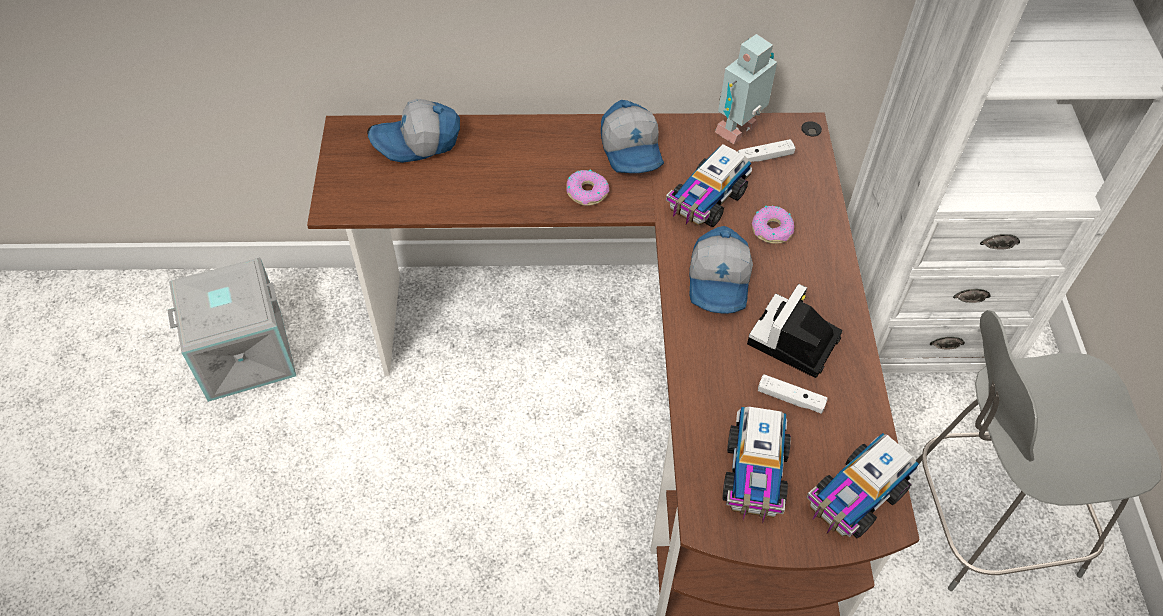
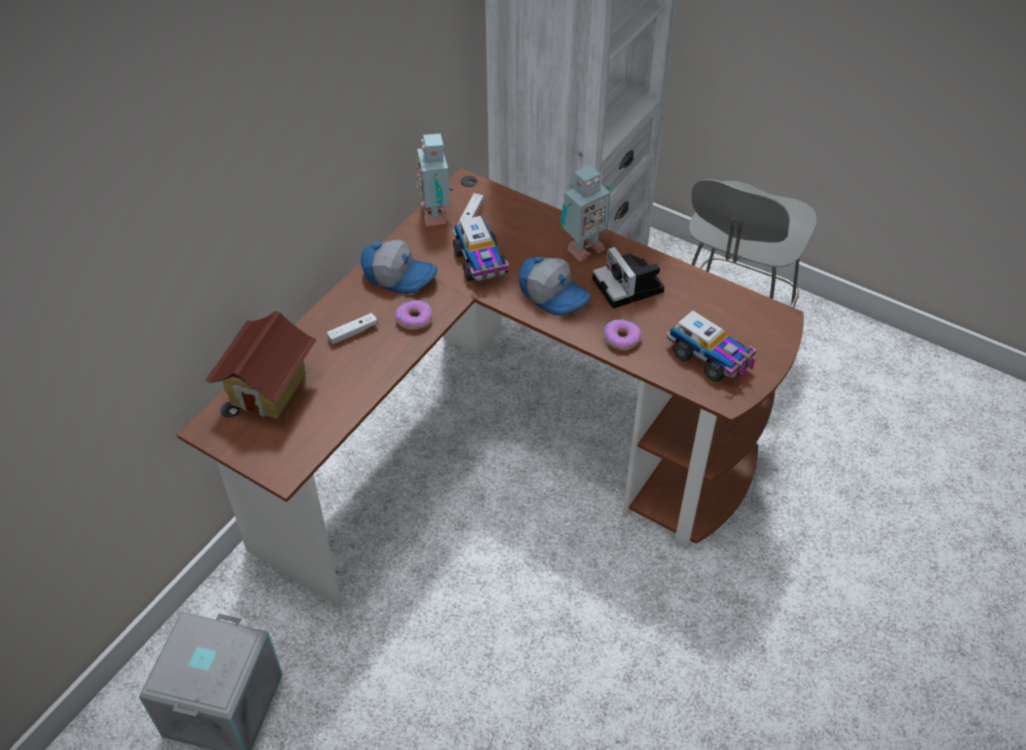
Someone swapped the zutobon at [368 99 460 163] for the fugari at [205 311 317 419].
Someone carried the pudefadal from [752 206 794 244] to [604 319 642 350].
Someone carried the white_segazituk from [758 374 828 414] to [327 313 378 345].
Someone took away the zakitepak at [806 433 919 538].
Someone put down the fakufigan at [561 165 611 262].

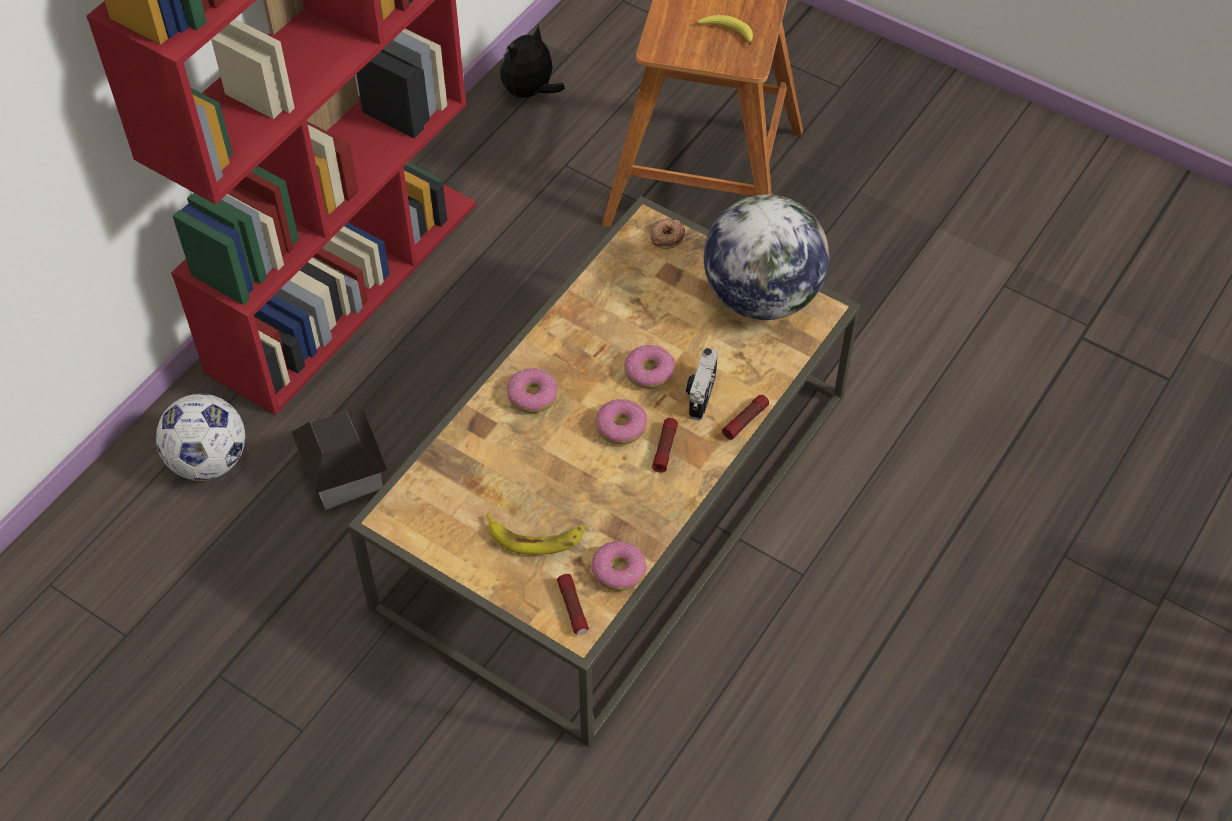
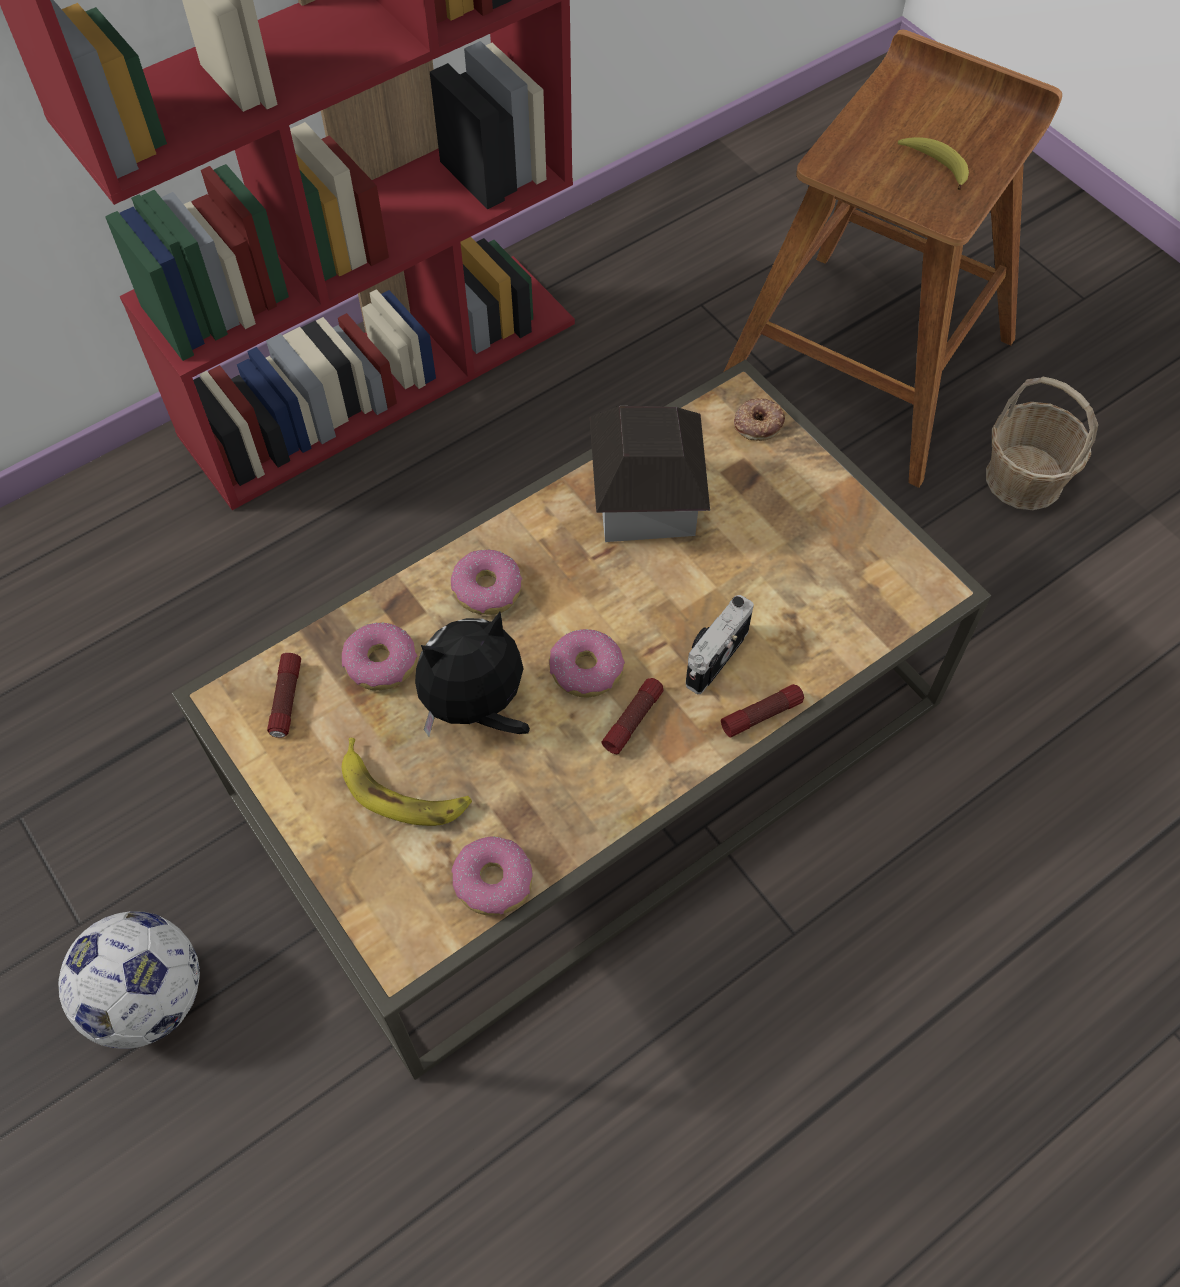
Someone carried the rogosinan from [500 25 565 101] to [415 612 530 736].
Someone took away the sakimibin at [704 194 829 320].
Someone carried the pudefadal from [624 345 675 389] to [342 622 418 691].
Someone carried the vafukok from [156 393 245 481] to [58 911 200 1049].
Someone carried the fugari from [291 409 388 509] to [590 406 710 542].
Someone carried the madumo from [557 574 589 635] to [267 653 301 738].
Someone put down the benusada at [986 377 1098 510].

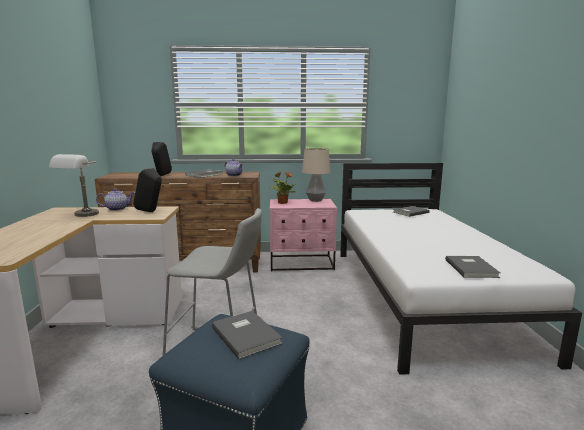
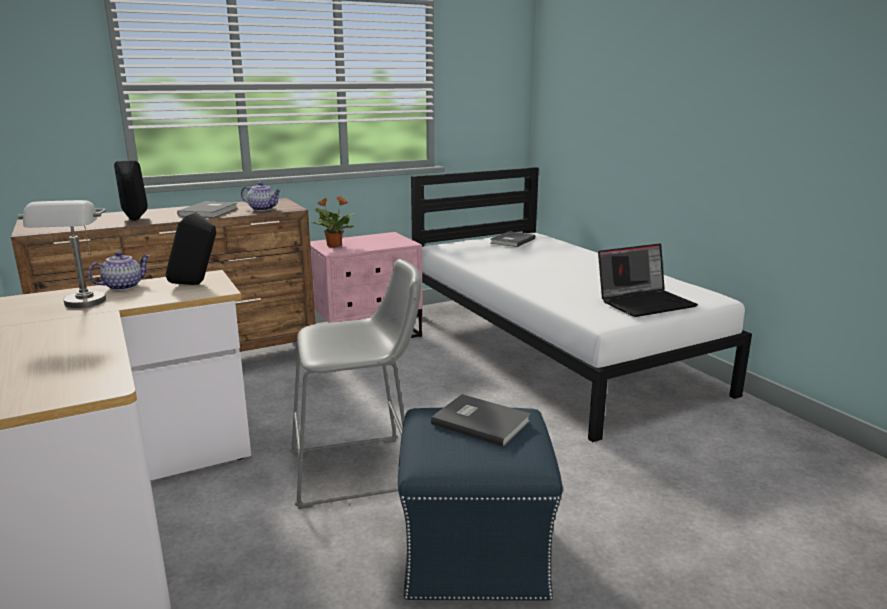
Someone took away the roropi at [302 148 331 202].
Someone swapped the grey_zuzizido at [445 256 500 278] for the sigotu at [598 243 698 317].

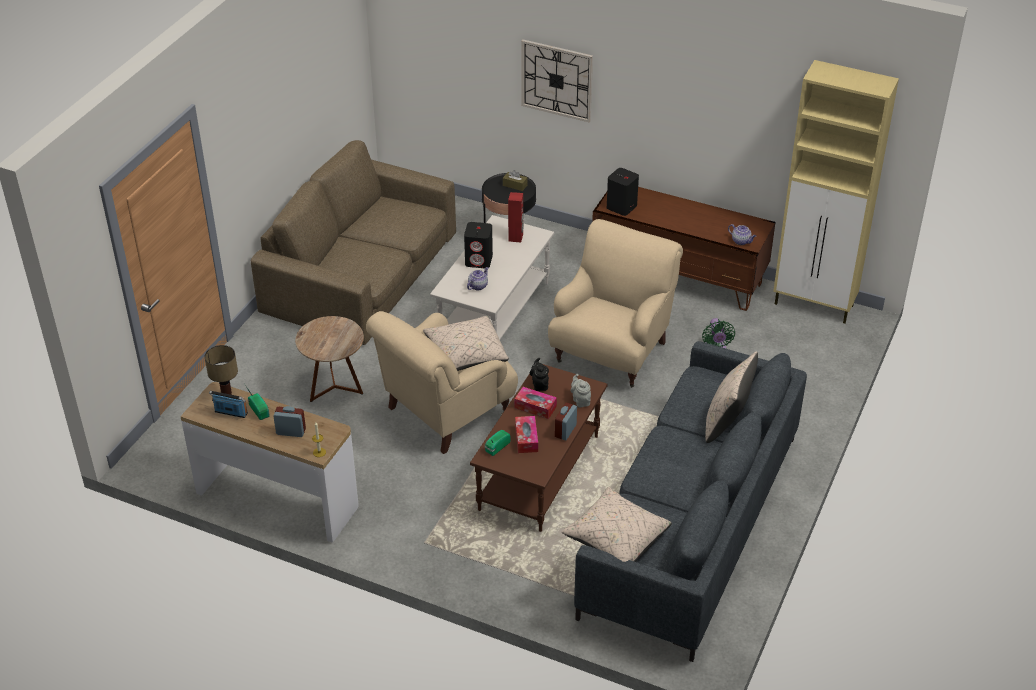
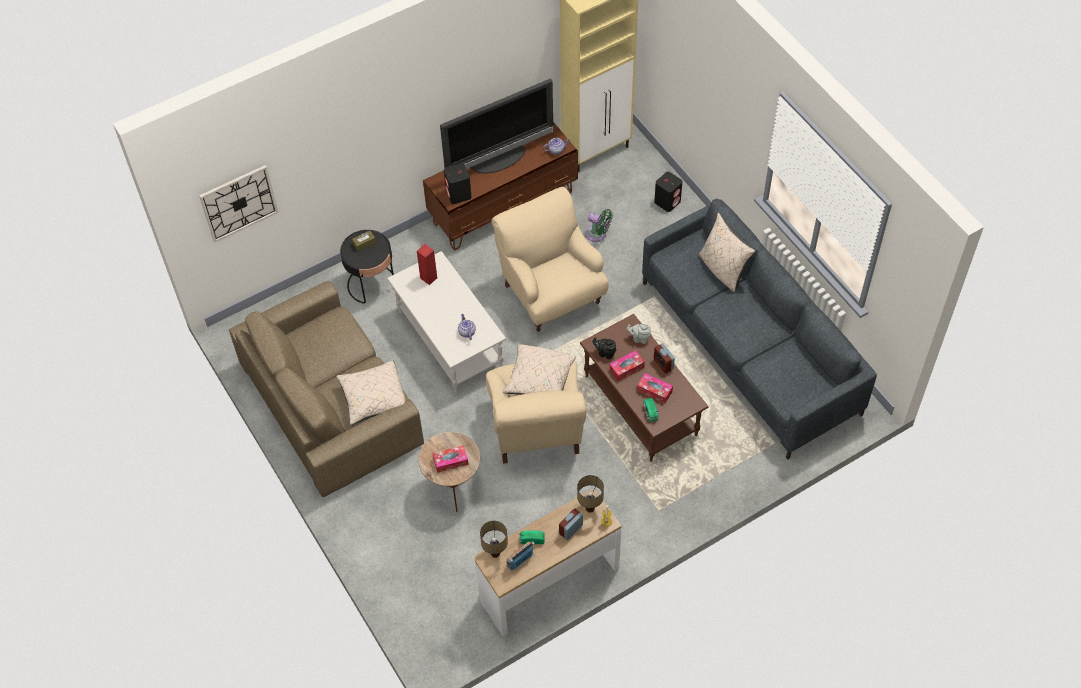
Someone carried the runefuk from [521 40 593 122] to [199 165 278 242].
Someone carried the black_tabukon from [464 222 493 268] to [654 172 683 212].
Someone carried the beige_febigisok from [562 487 672 562] to [336 360 406 425].
Someone put down the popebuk at [440 78 553 174].
Someone put down the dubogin at [433 445 469 473].
Someone put down the roropi at [577 475 604 513].

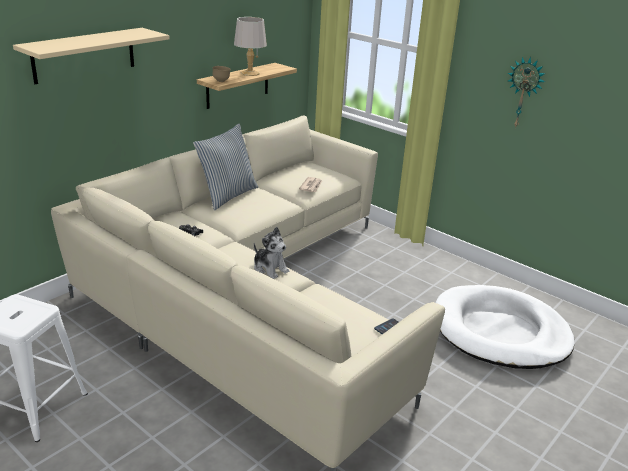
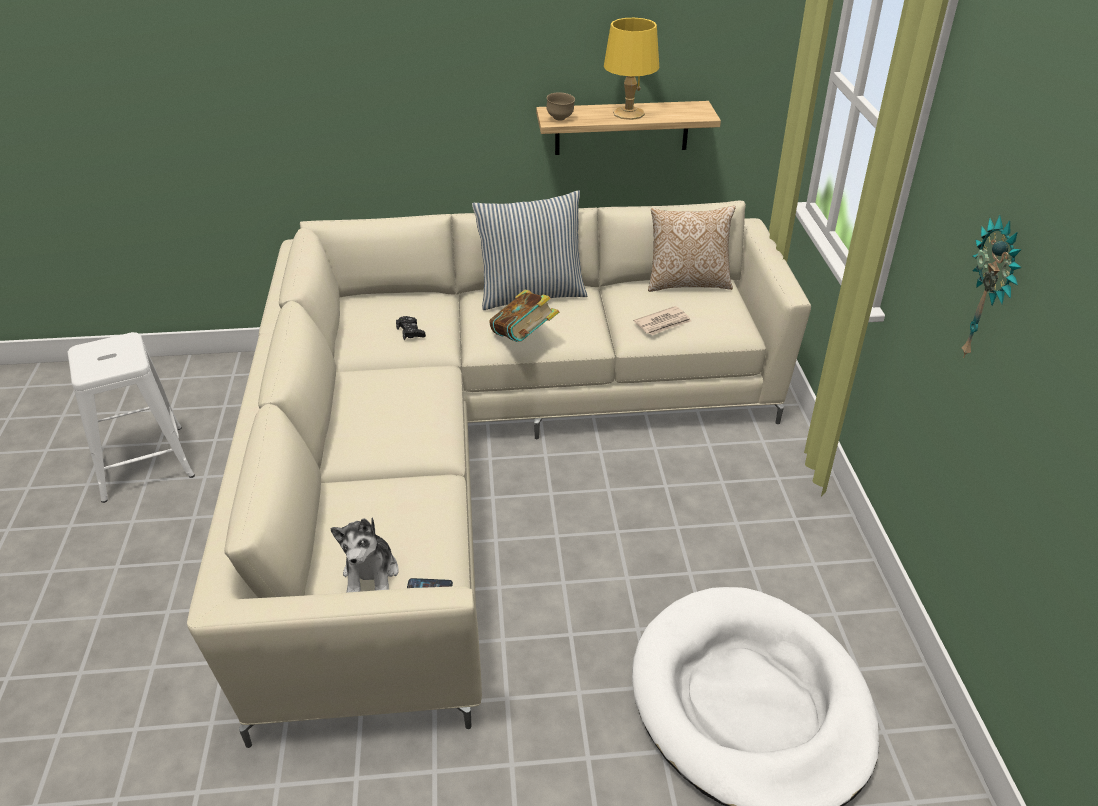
Someone repainted the grey_roropi at [234 17 267 76], which became the yellow_roropi at [604 18 659 120].
Someone took away the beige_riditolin at [13 28 170 84].
Someone carried the rogosinan from [254 227 289 279] to [330 517 399 593].
Someone put down the febigisok at [648 206 736 292].
Someone put down the zuzizido at [489 289 559 342].

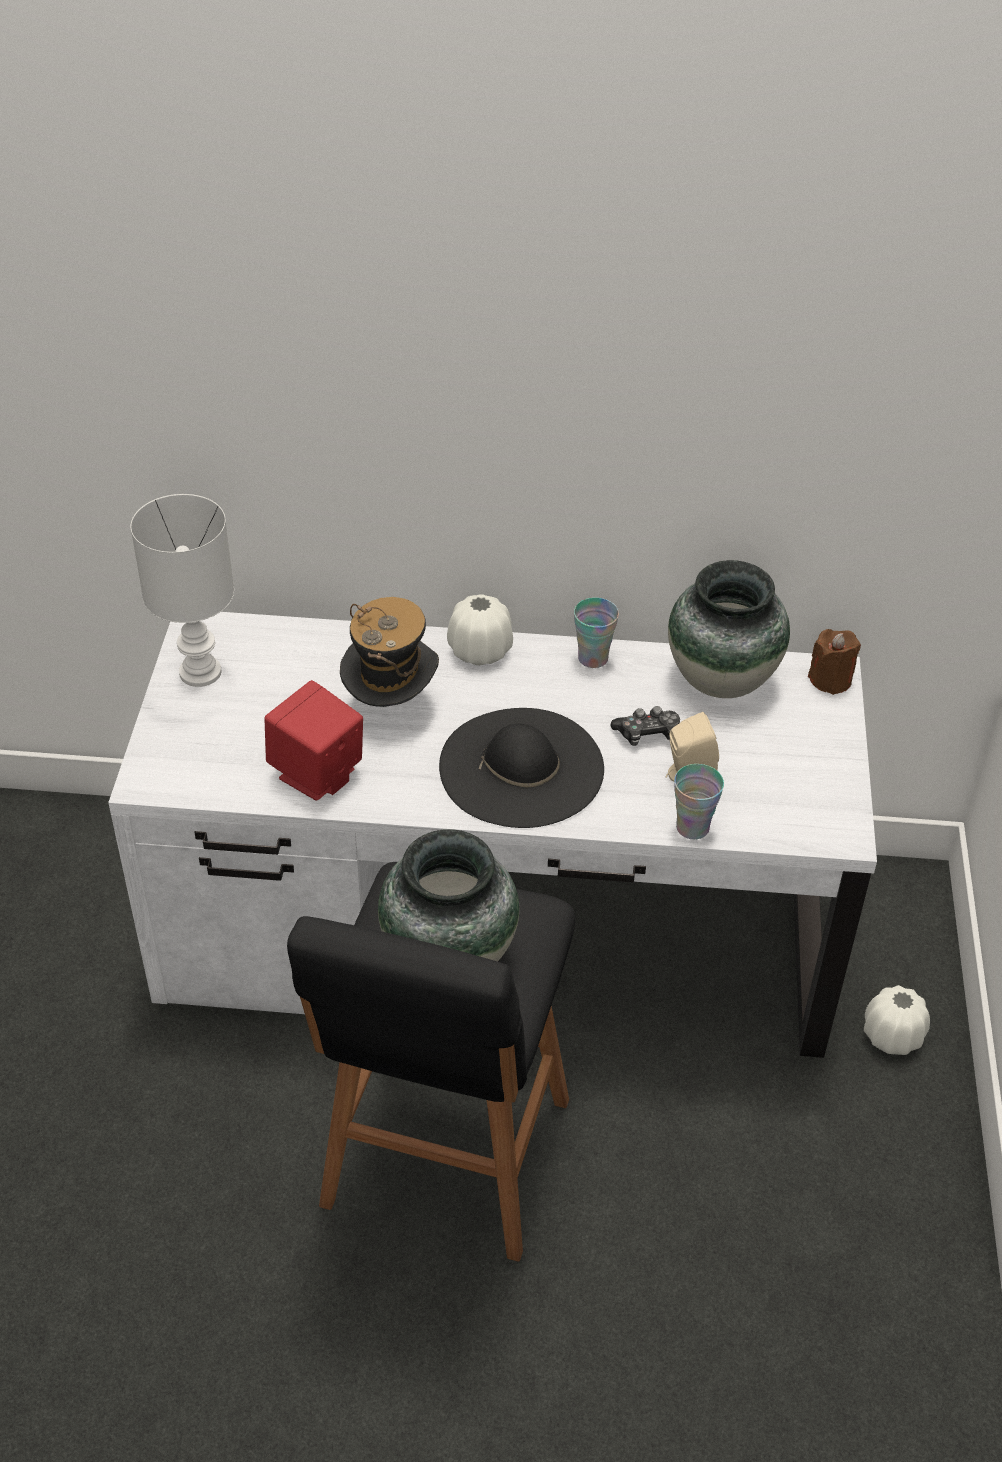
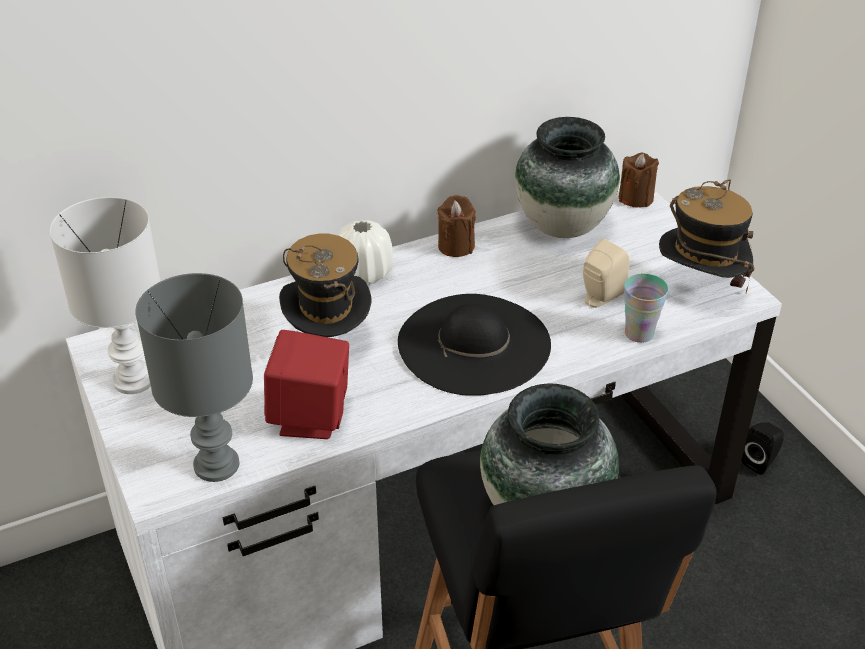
Someone swapped the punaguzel at [574 598 619 668] for the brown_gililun at [437 195 476 257].
Someone took away the segazituk at [610 706 680 746].
Someone swapped the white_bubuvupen at [864 985 930 1055] for the black_tabukon at [741 422 784 475].
Someone put down the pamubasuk at [659 179 754 293].
Someone put down the grey_roropi at [135 273 253 482].

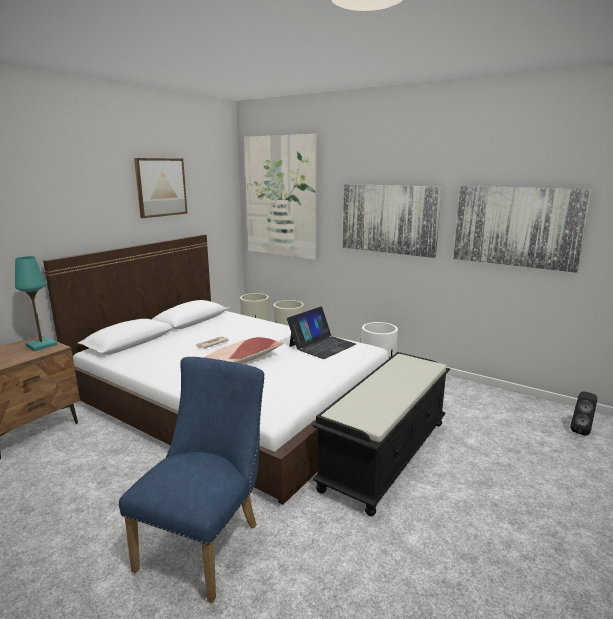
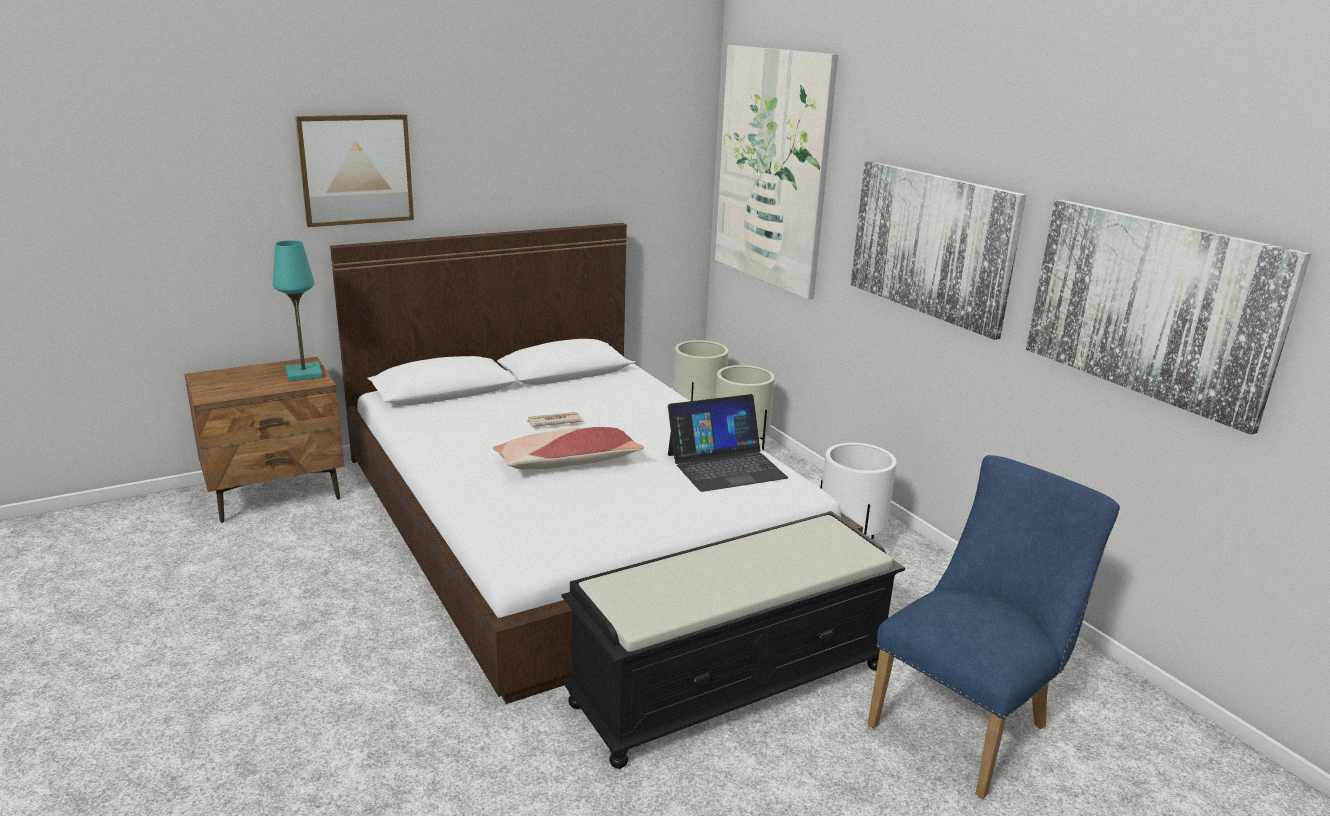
Someone carried the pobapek from [134 158 187 218] to [295 114 414 227].
Someone carried the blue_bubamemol from [119 357 265 603] to [868 455 1120 799].
Someone took away the black_tabukon at [570 391 597 436].

